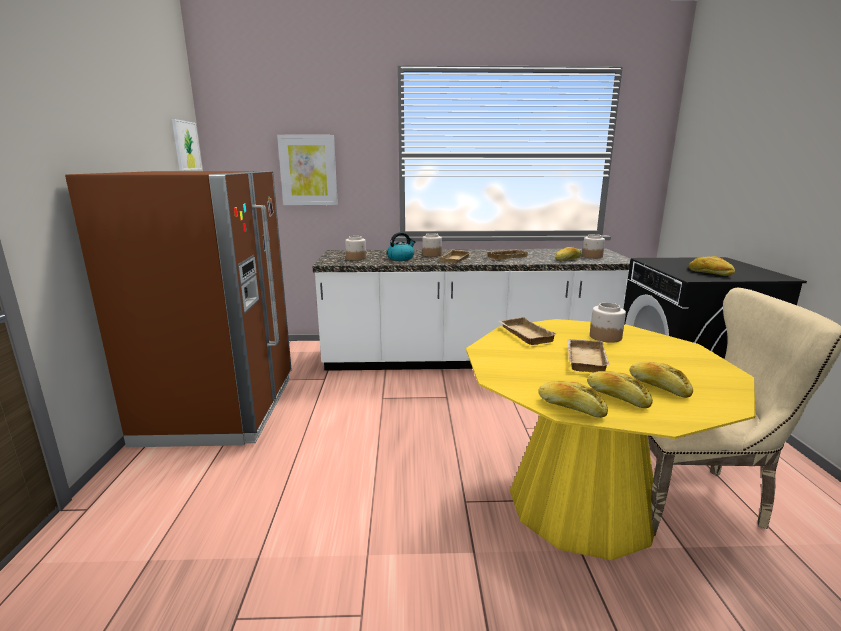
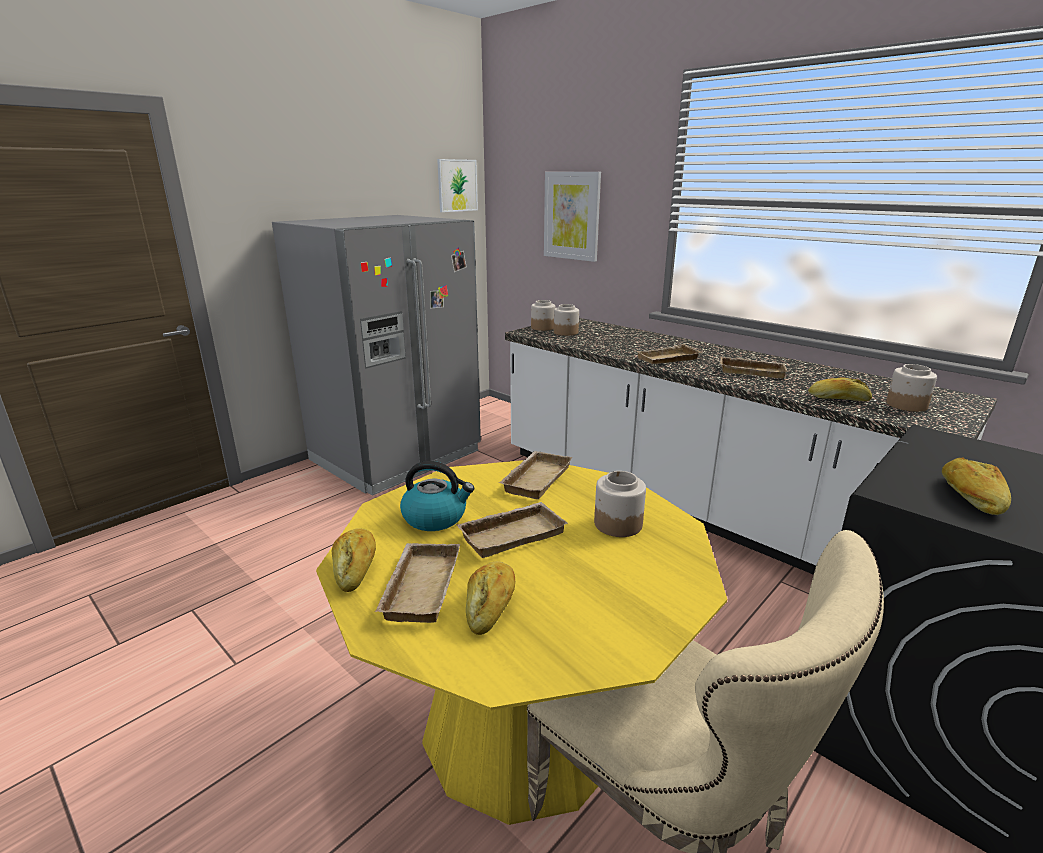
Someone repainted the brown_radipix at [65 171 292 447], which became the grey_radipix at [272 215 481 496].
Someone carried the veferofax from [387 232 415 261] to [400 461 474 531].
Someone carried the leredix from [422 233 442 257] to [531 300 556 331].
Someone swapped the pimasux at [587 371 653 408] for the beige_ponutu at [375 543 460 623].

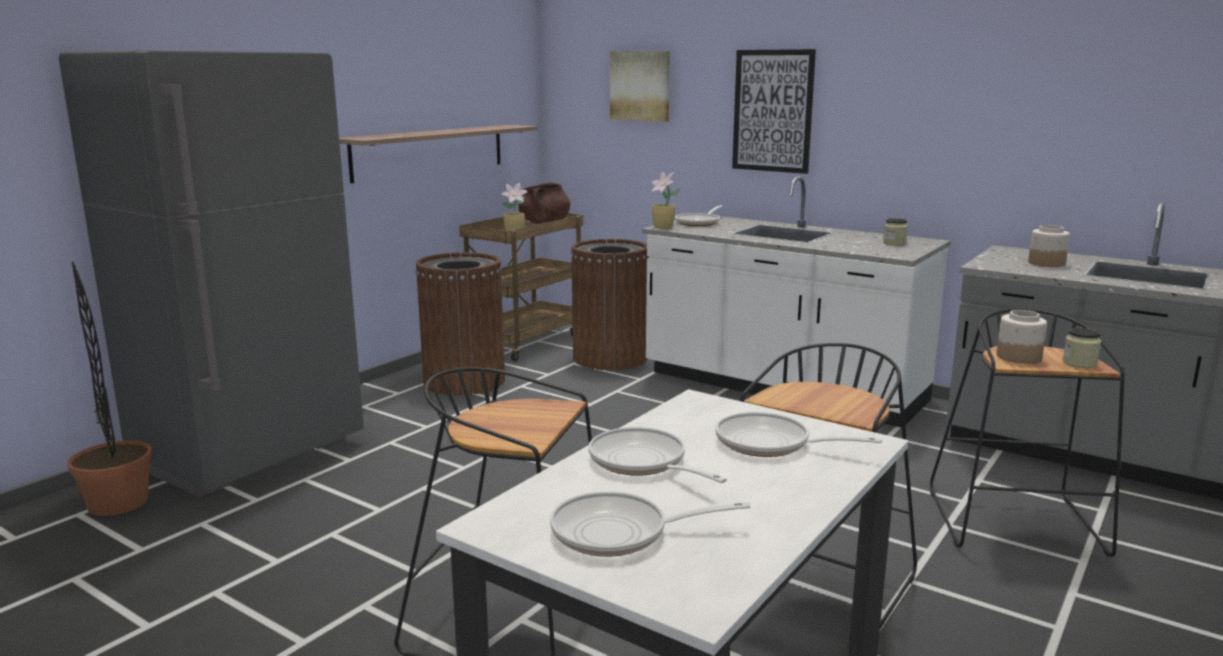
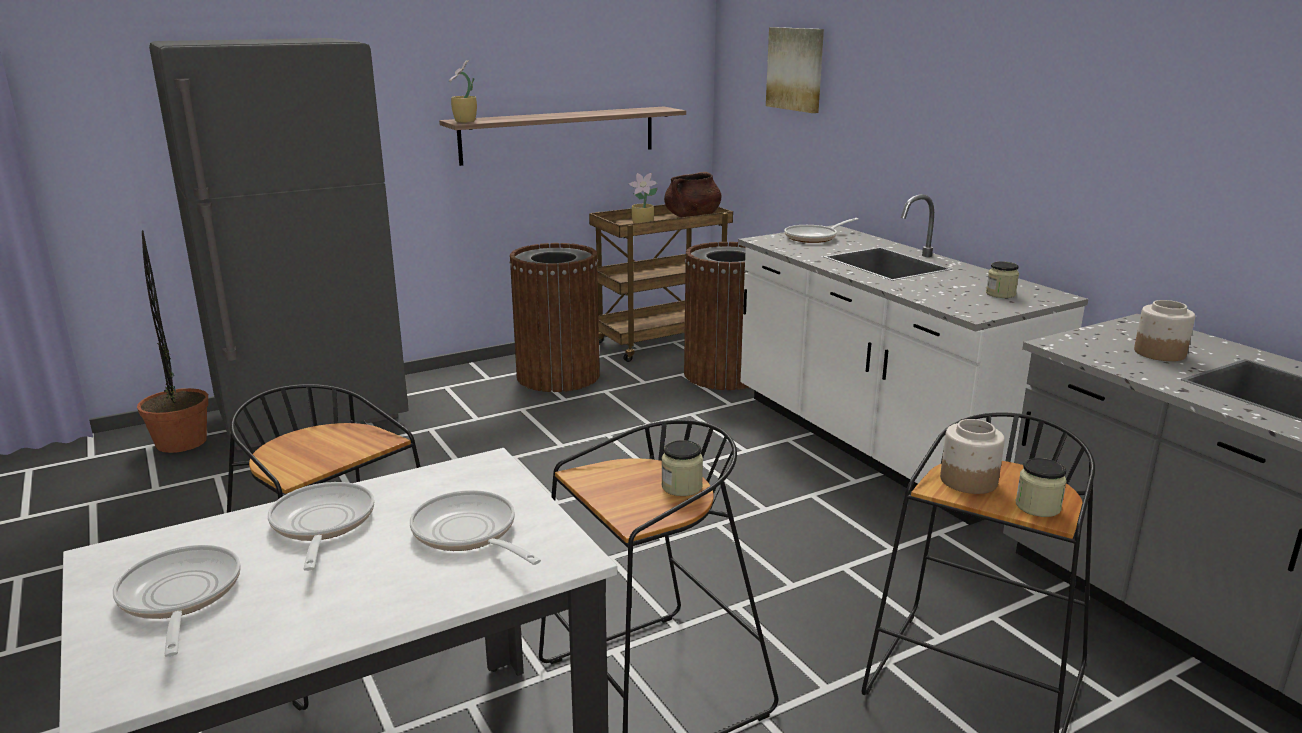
Someone took away the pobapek at [732 49 816 174].
Someone carried the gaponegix from [651 172 680 229] to [449 60 477 123].
Someone rotated the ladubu at [550 491 750 557] by 45 degrees clockwise.
Someone put down the leredix at [661 440 703 496].

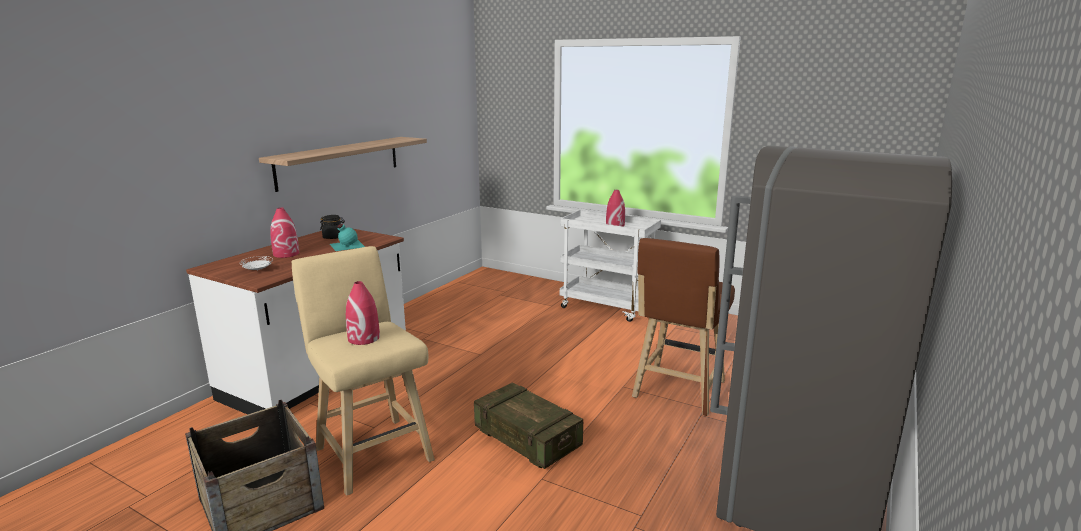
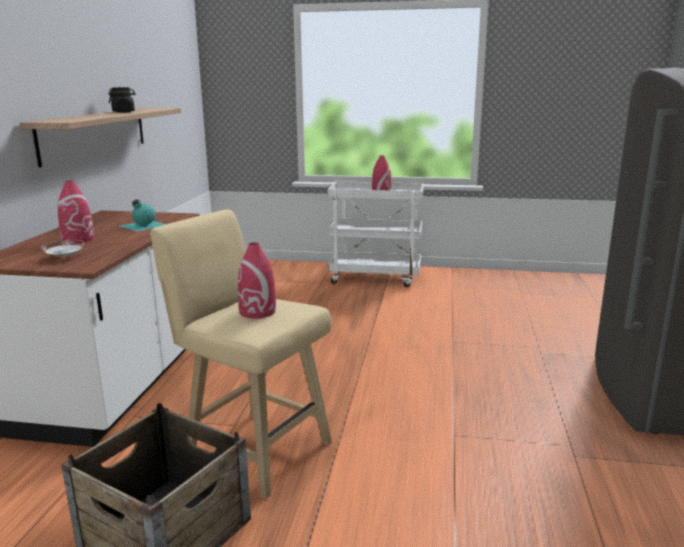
Someone carried the black_leredix from [320 215 345 239] to [108 87 136 113].
Someone took away the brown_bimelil at [632 238 735 416].
Someone took away the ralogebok at [474 382 583 469].

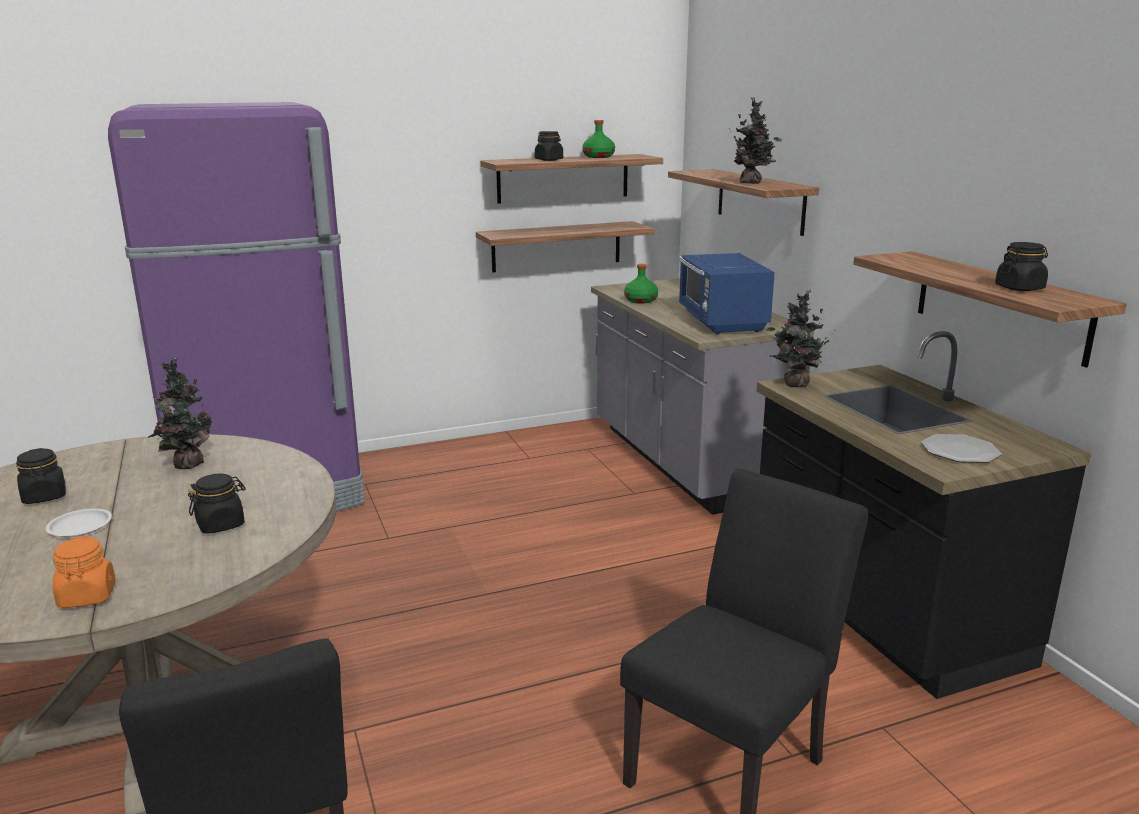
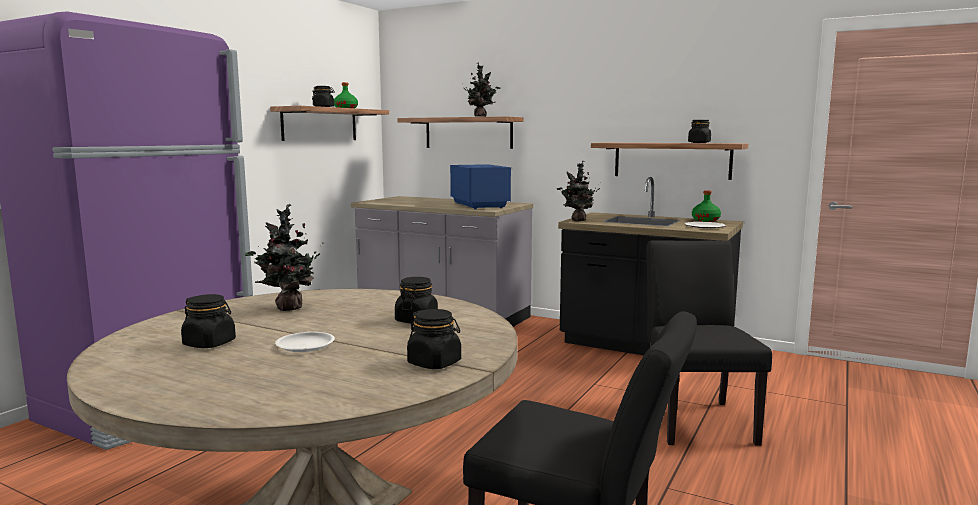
Someone took away the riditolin at [476 221 654 272].
Someone rotated the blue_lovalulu at [679 253 775 334] by 150 degrees counterclockwise.
Someone carried the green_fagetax from [624 264 658 303] to [692 190 721 222].
Someone repainted the orange_leredix at [52 536 116 608], which became the black_leredix at [407 309 461 369].

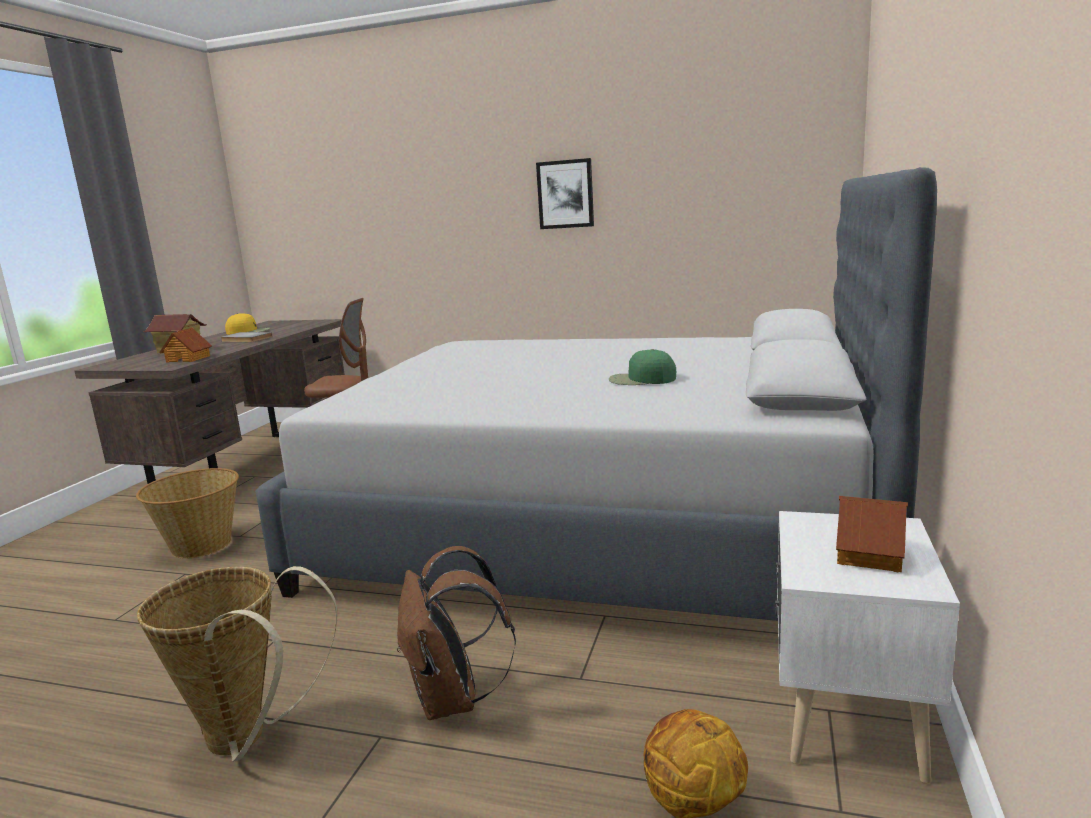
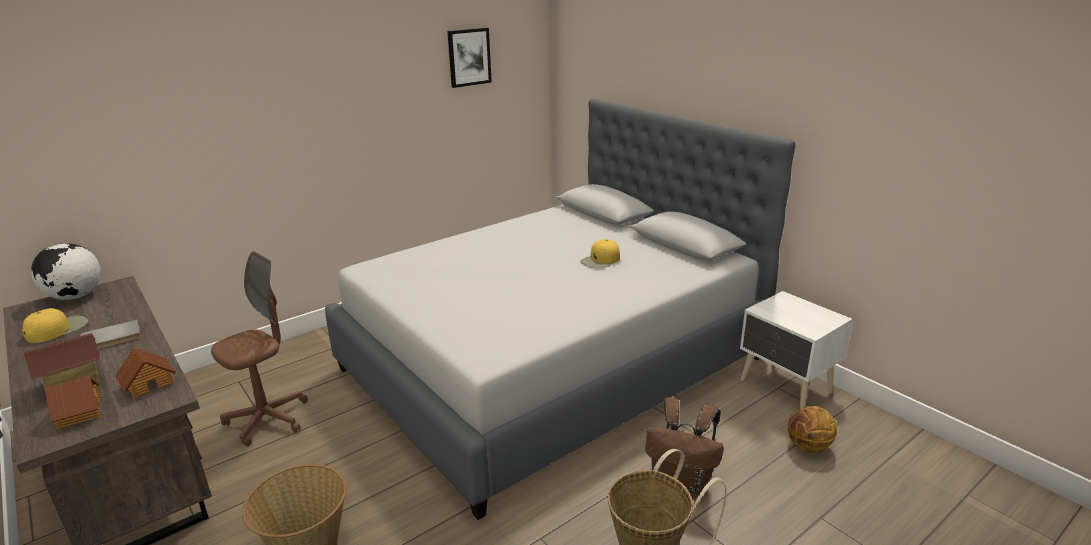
Someone carried the pobapek from [536 158 594 229] to [447 28 492 88].
Someone repainted the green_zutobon at [609 349 676 385], which became the yellow_zutobon at [580 239 620 269].
Someone carried the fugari from [836 496 908 572] to [44 376 101 429].
Someone put down the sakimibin at [31 243 101 300].

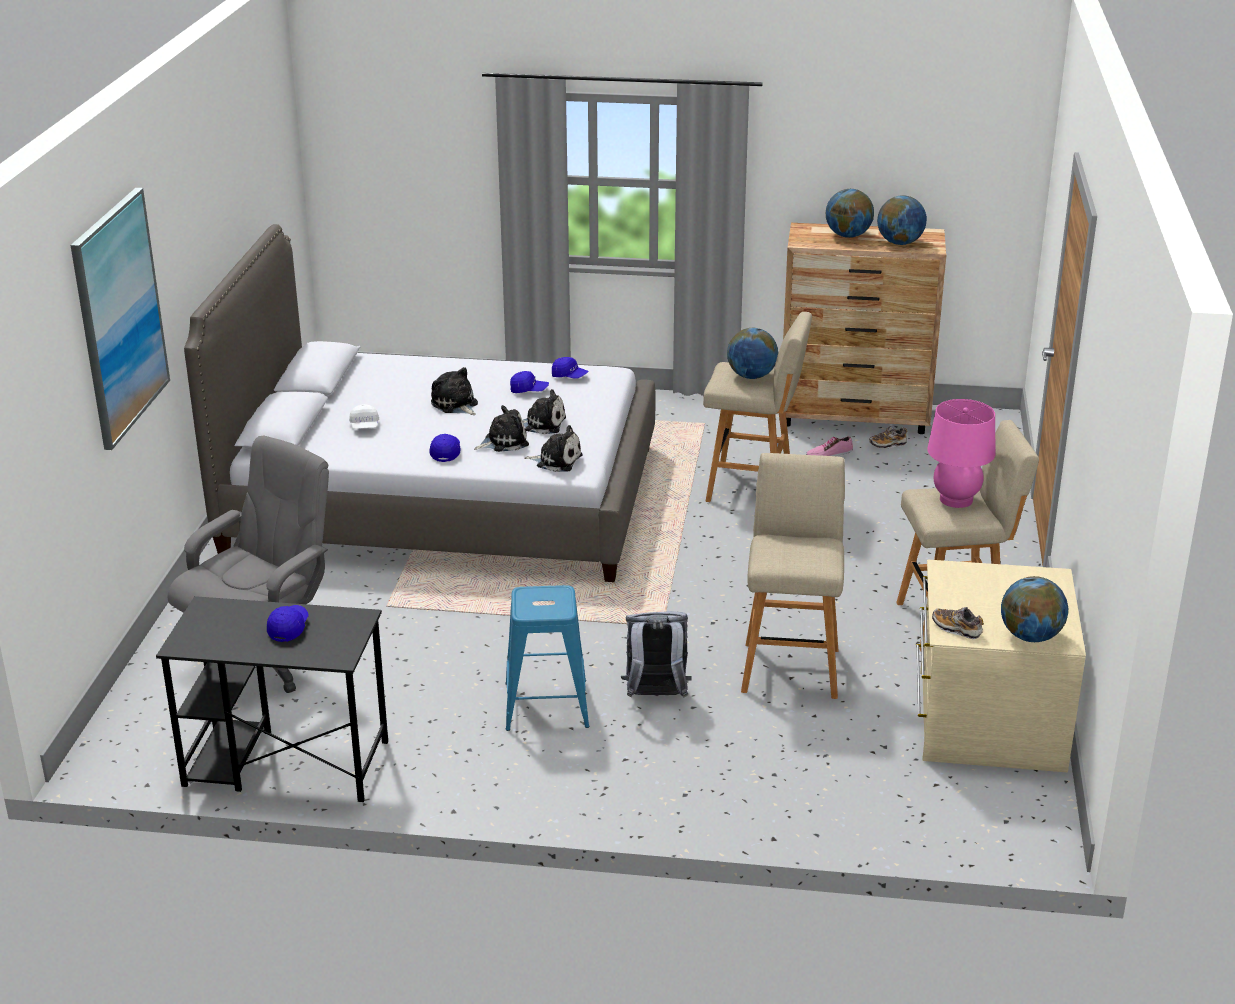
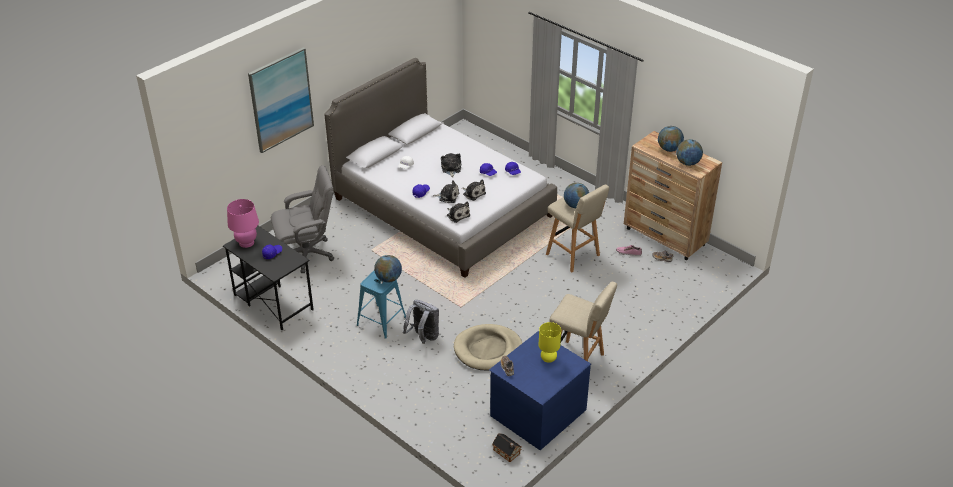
Someone carried the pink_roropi from [927 399 996 508] to [227 199 259 248].
Someone swapped the beige_bimelil at [741 453 845 699] for the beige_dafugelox at [454 324 522 371].
Someone repainted the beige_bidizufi at [916 560 1086 772], which became the blue_bidizufi at [489 331 591 450].
Someone carried the sakimibin from [1001 576 1068 642] to [374 255 402 283].
Someone put down the yellow_roropi at [539 322 561 363].
Someone put down the fugari at [492 433 521 462].

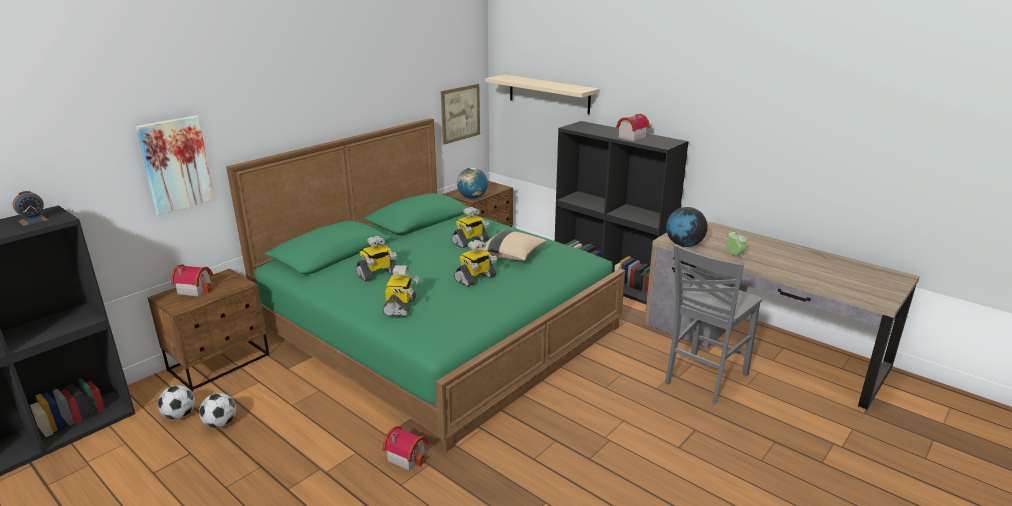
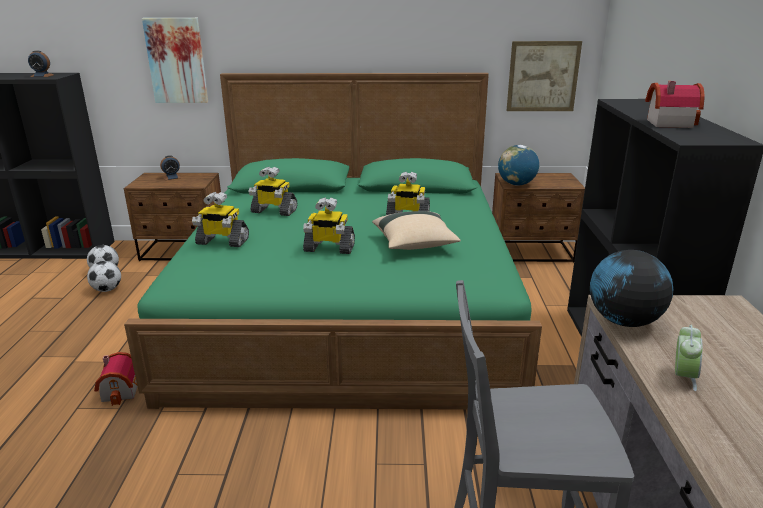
Someone took away the beige_riditolin at [485 75 600 114].
Someone swapped the fugari at [171 264 213 297] for the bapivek at [160 155 181 180].
Someone rotated the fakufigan at [382 265 419 317] by 45 degrees clockwise.

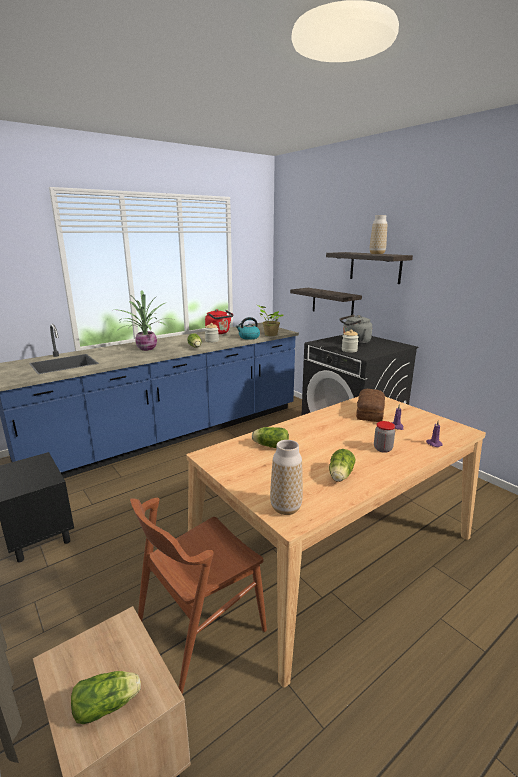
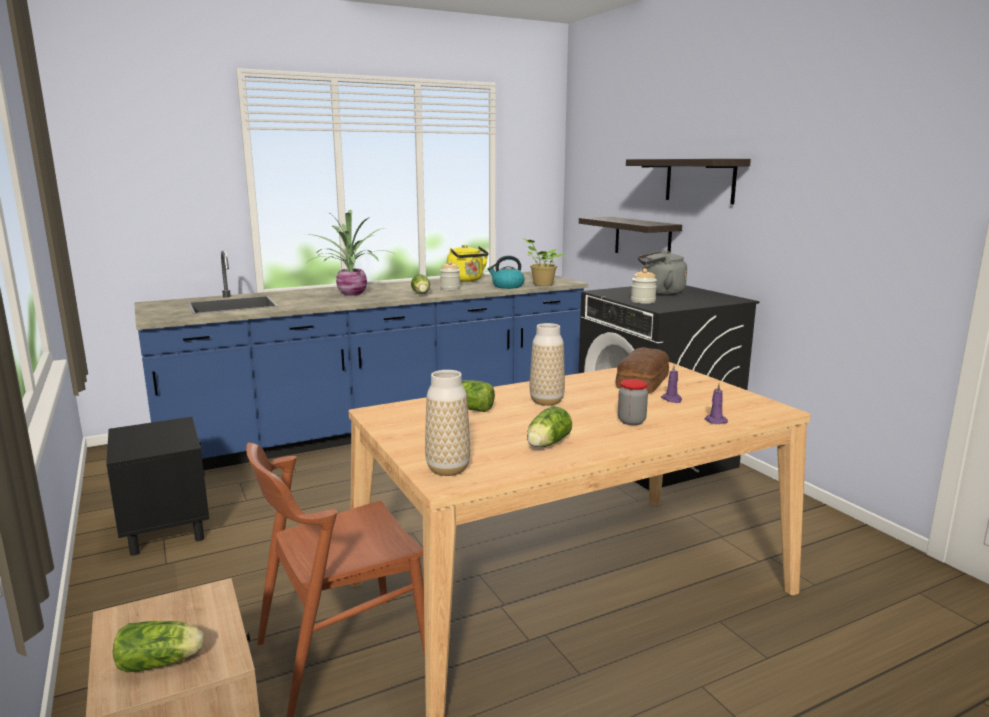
Someone carried the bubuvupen from [369 215 387 254] to [530 323 565 406].
Someone repainted the red_veferofax at [205 309 233 334], which became the yellow_veferofax at [447 245 488 282].

